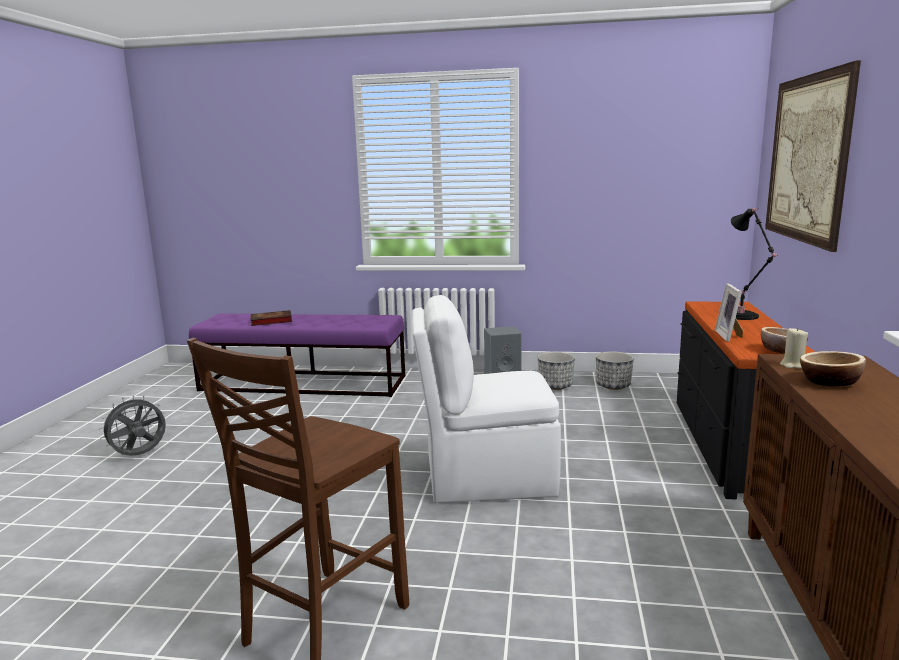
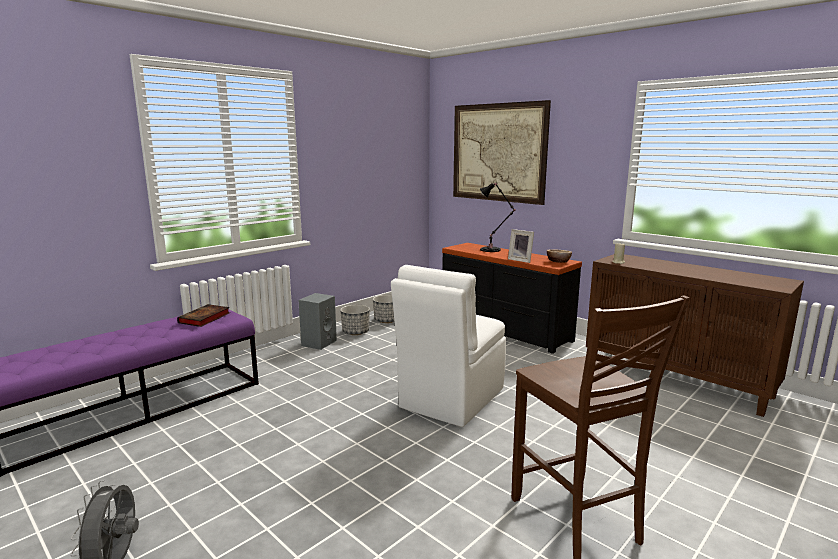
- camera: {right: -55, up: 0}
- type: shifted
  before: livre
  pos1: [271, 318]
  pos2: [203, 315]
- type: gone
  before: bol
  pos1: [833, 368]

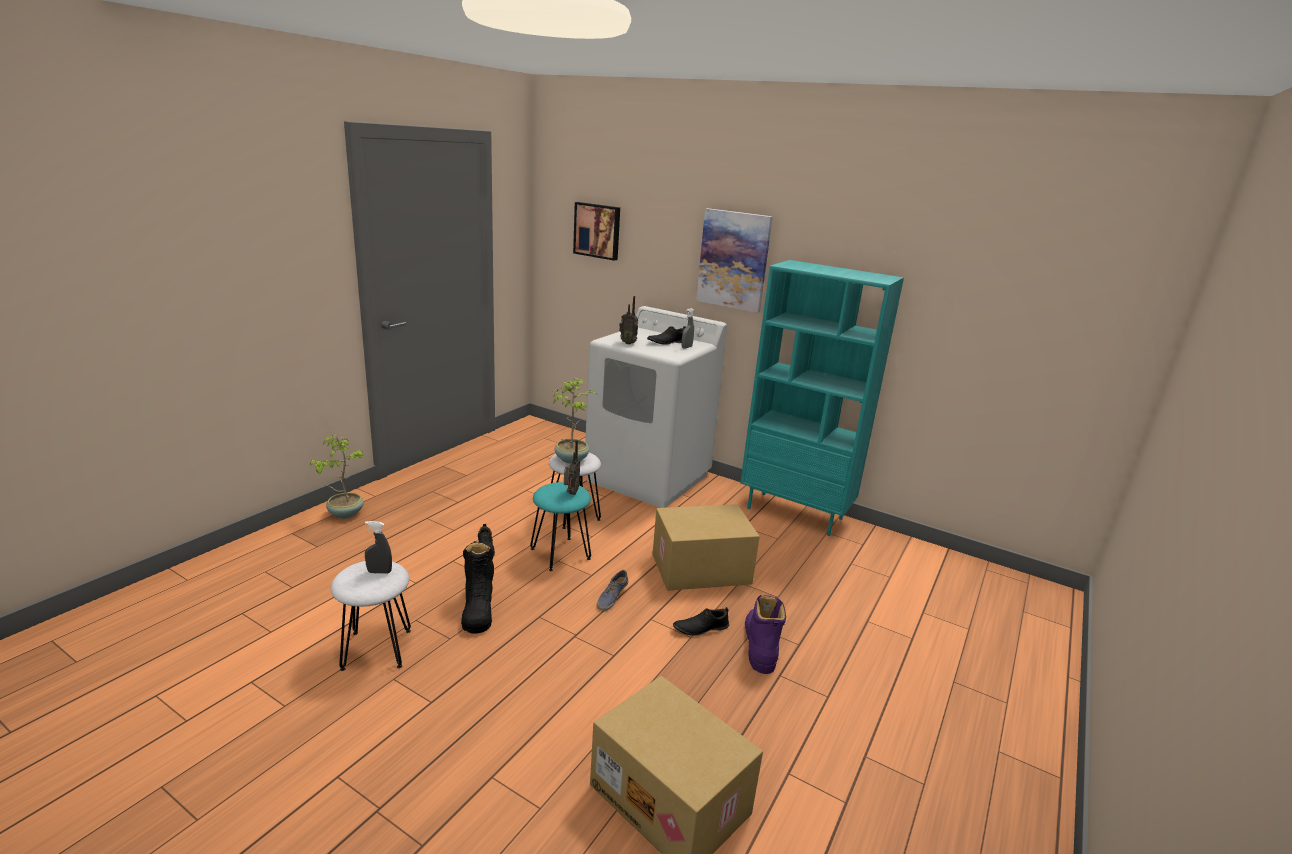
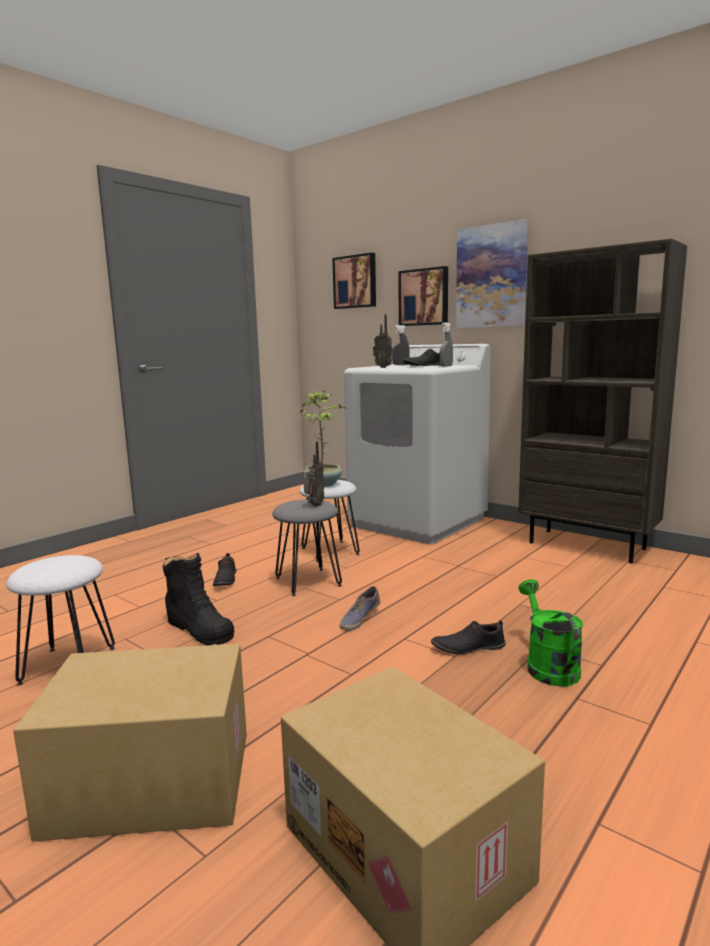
- camera: {right: 10, up: -10}
- type: gone
  before: plante en pot
  pos1: [337, 477]
- type: shifted
  before: vaporisateur [gris]
  pos1: [378, 547]
  pos2: [401, 345]
- type: rotated
  before: botte [noir]
  pos1: [477, 587]
  pos2: [198, 599]
  turn: -45
- type: repainted
  before: tabouret [turquoise]
  after: tabouret [gris]
  pos1: [560, 526]
  pos2: [307, 547]
- type: shifted
  before: carton
  pos1: [706, 547]
  pos2: [130, 742]
- type: repainted
  before: bibliothèque [turquoise]
  after: bibliothèque [marron]
  pos1: [822, 398]
  pos2: [602, 400]
- type: swapped
  before: botte [violet]
  after: arrosoir [vert]
  pos1: [765, 634]
  pos2: [551, 633]
- type: new
  after: tableau
  pos2: [423, 296]

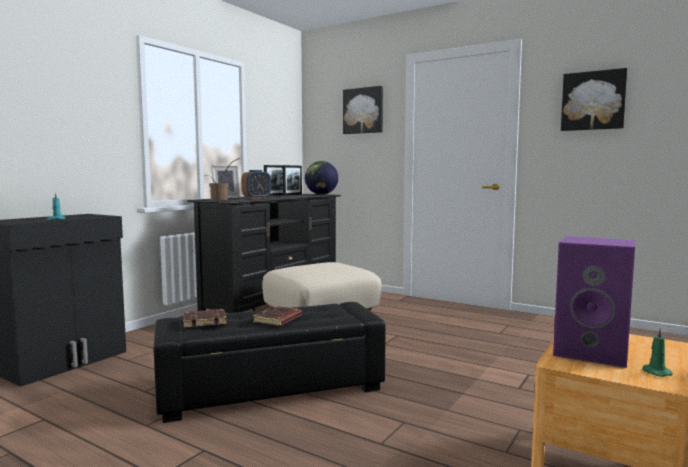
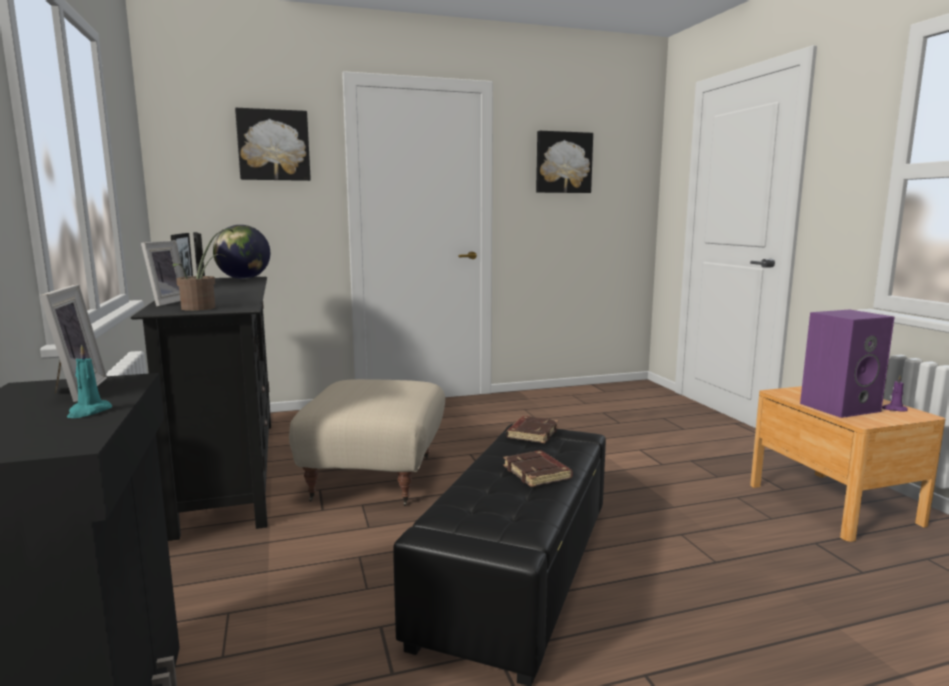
- camera: {right: -50, up: 5}
- type: shifted
  before: livre [marron]
  pos1: [205, 318]
  pos2: [532, 429]
- type: gone
  before: réveil
  pos1: [256, 184]
- type: repainted
  before: bougie [vert]
  after: bougie [violet]
  pos1: [657, 352]
  pos2: [895, 393]
- type: new
  after: cadre photo
  pos2: [73, 343]

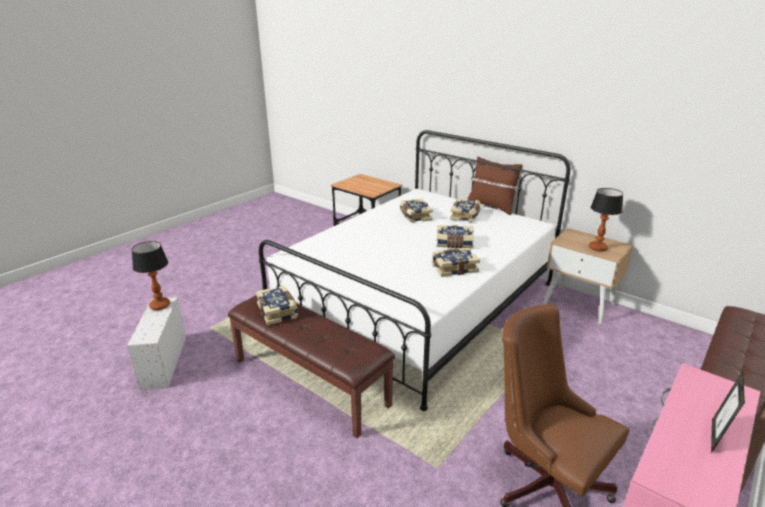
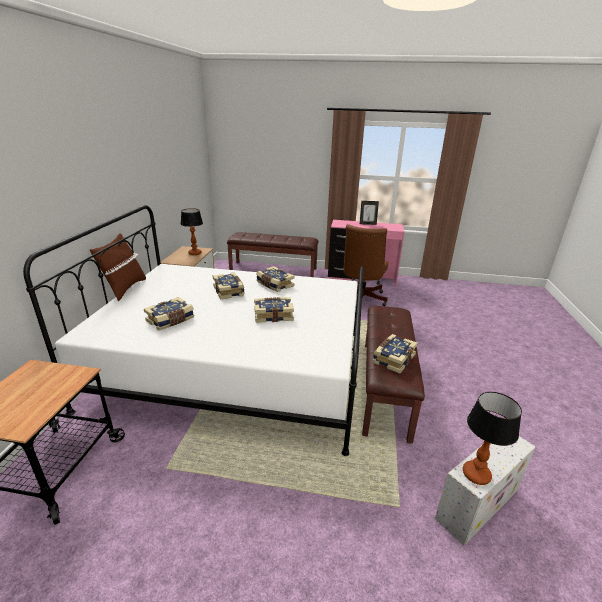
- camera: {right: -120, up: 0}
- type: shifted
  before: livre
  pos1: [465, 210]
  pos2: [274, 310]

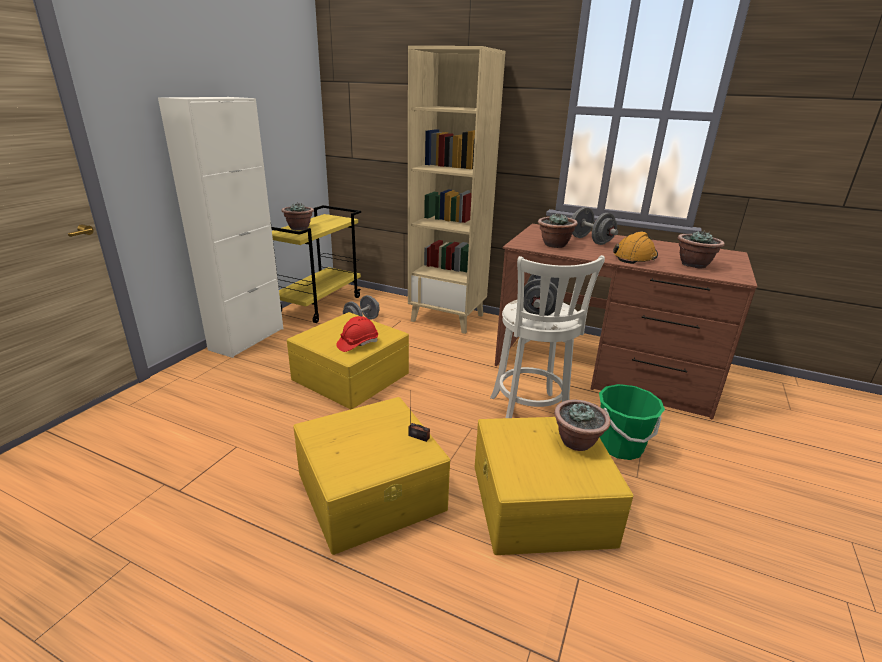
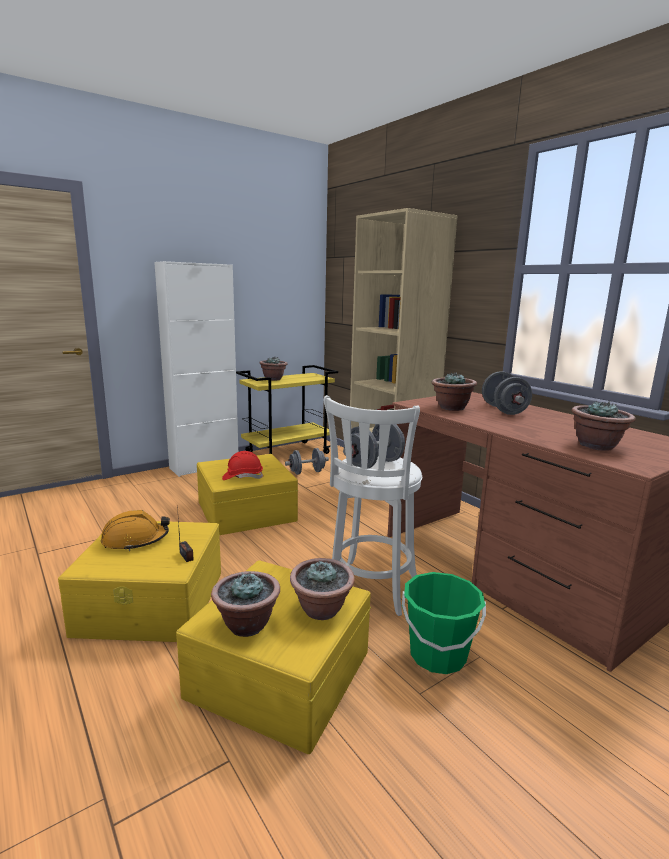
- camera: {right: 30, up: -10}
- type: shifted
  before: casque de chantier [orange]
  pos1: [635, 247]
  pos2: [135, 530]
- type: new
  after: plante en pot
  pos2: [245, 604]

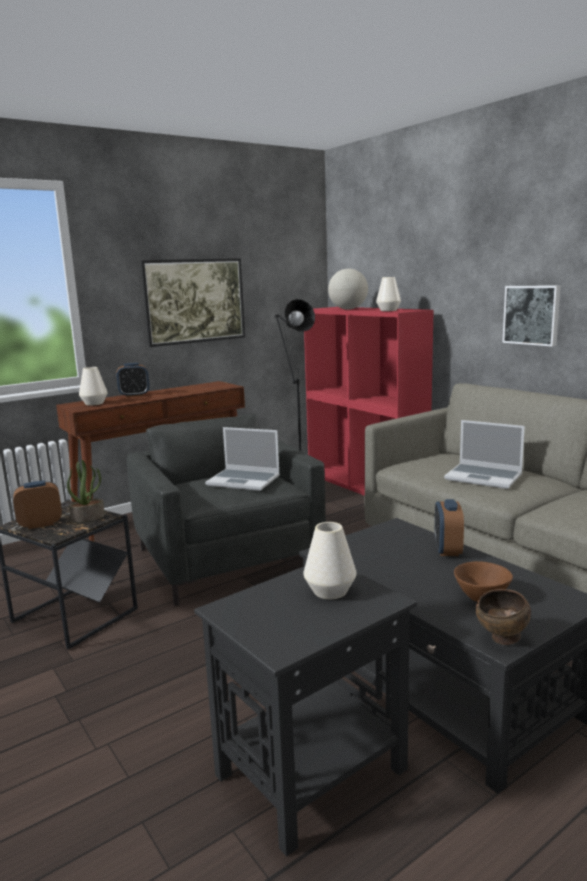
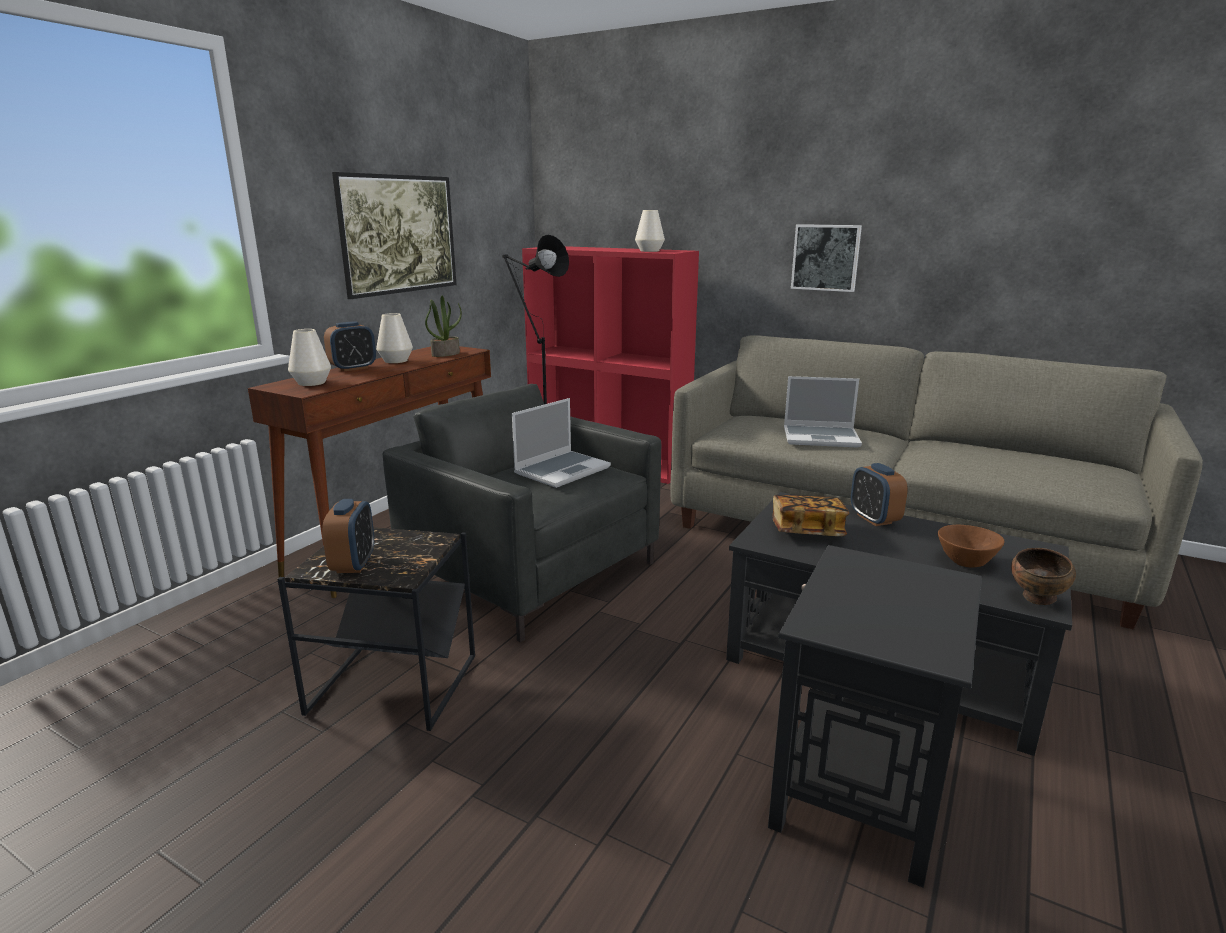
- camera: {right: -25, up: 5}
- type: rotated
  before: réveil
  pos1: [37, 505]
  pos2: [348, 536]
  turn: 135
- type: shifted
  before: plante en pot
  pos1: [86, 491]
  pos2: [443, 326]
- type: rotated
  before: ordinateur portable
  pos1: [242, 459]
  pos2: [561, 443]
  turn: -45
- type: shifted
  before: vase [blanc]
  pos1: [330, 560]
  pos2: [394, 338]
- type: gone
  before: globe
  pos1: [348, 289]
- type: new
  after: livre
  pos2: [811, 515]

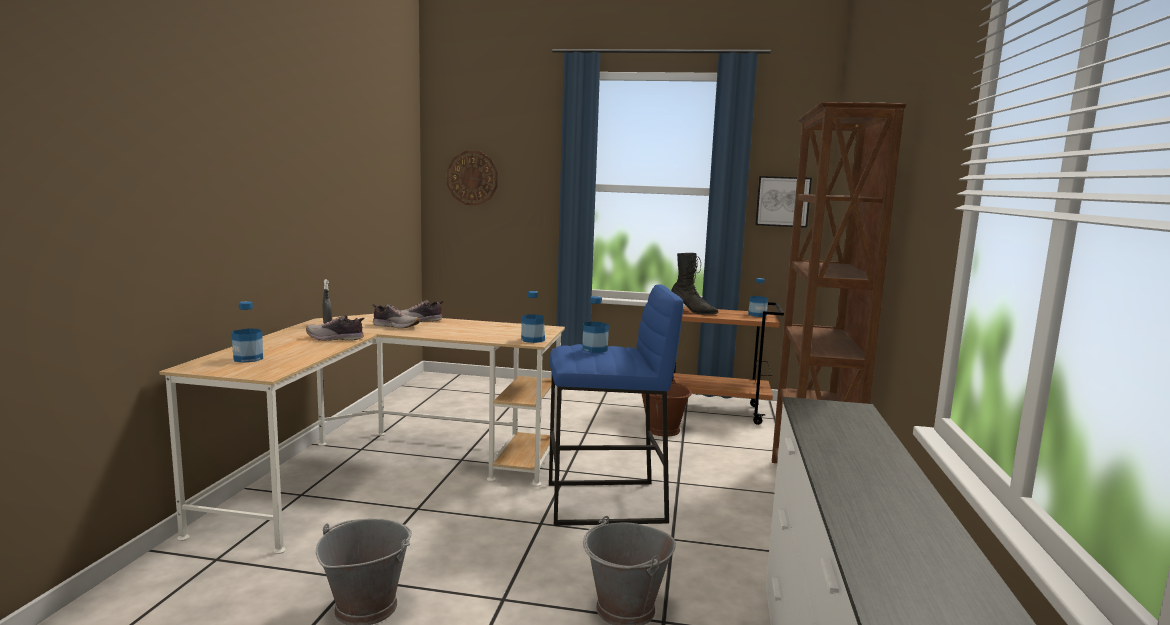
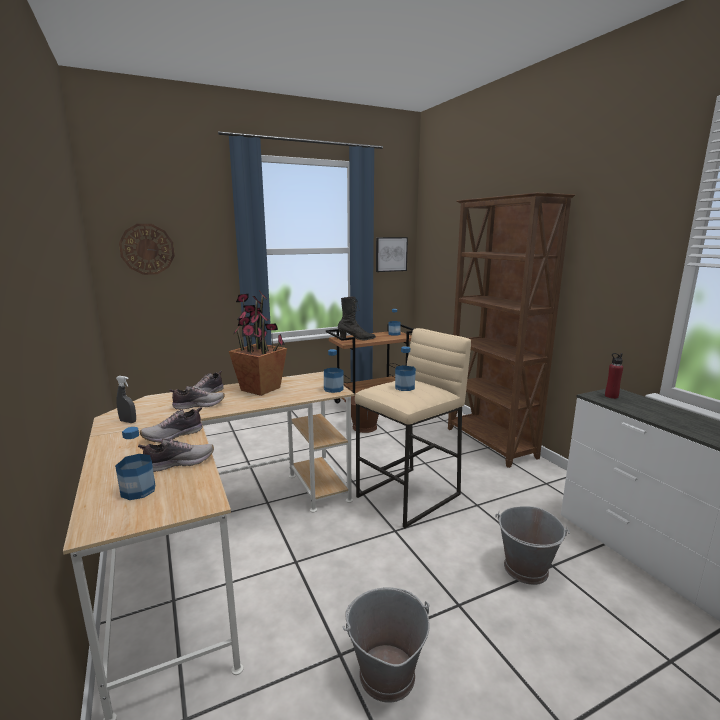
- camera: {right: -35, up: 5}
- type: repainted
  before: tabouret [bleu]
  after: tabouret [beige]
  pos1: [616, 405]
  pos2: [413, 428]
- type: new
  after: chaussure
  pos2: [176, 455]
- type: new
  after: plante en pot
  pos2: [258, 343]
- type: new
  after: bouteille [rouge]
  pos2: [614, 376]

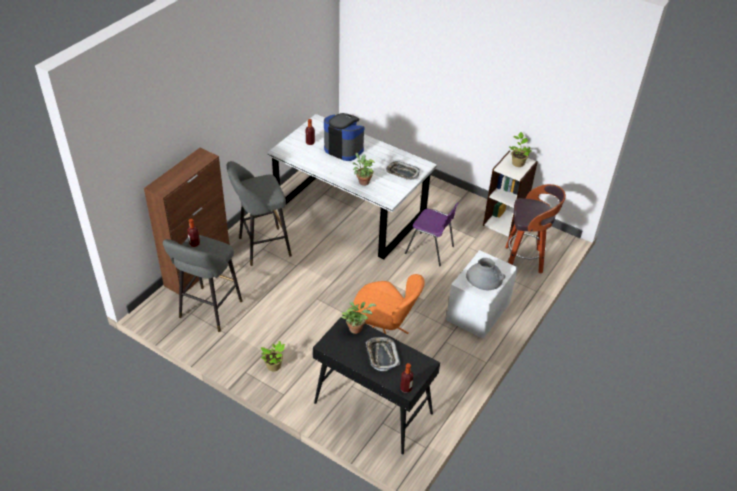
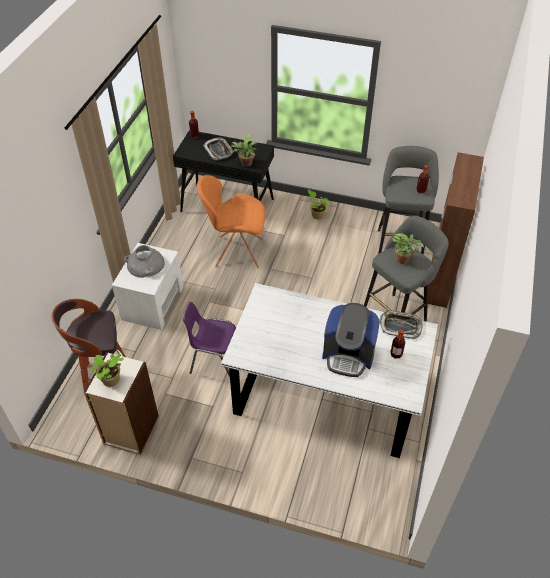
- camera: {right: 165, up: 5}
- type: shifted
  before: plante en pot
  pos1: [364, 169]
  pos2: [408, 248]
- type: shifted
  before: plateau
  pos1: [403, 170]
  pos2: [401, 324]

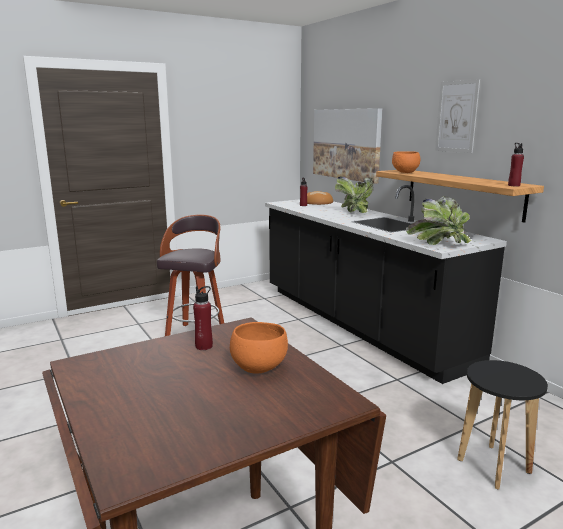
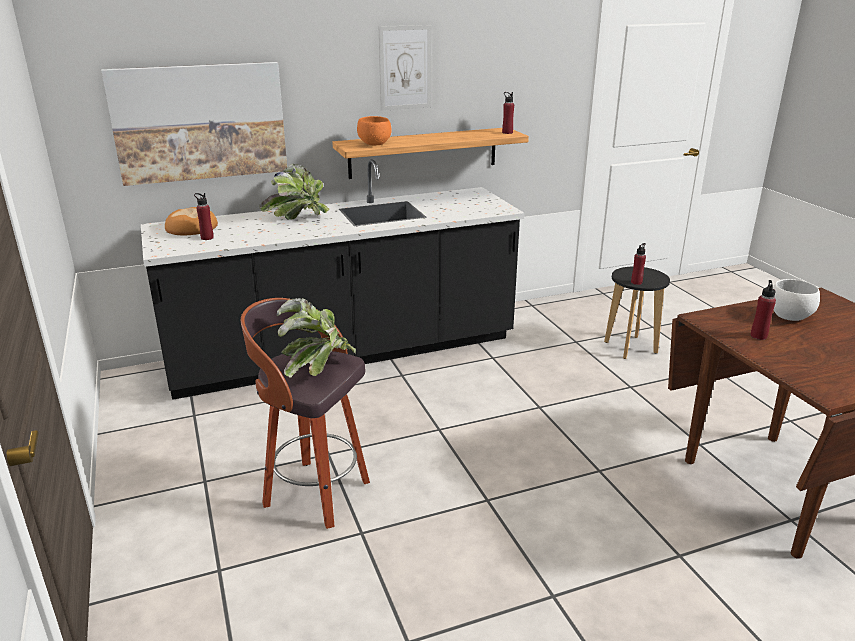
- camera: {right: -80, up: 10}
- type: repainted
  before: bol [orange]
  after: bol [blanc]
  pos1: [259, 348]
  pos2: [796, 300]
- type: shifted
  before: plante en pot
  pos1: [438, 220]
  pos2: [316, 337]
- type: new
  after: bouteille [rouge]
  pos2: [638, 264]

